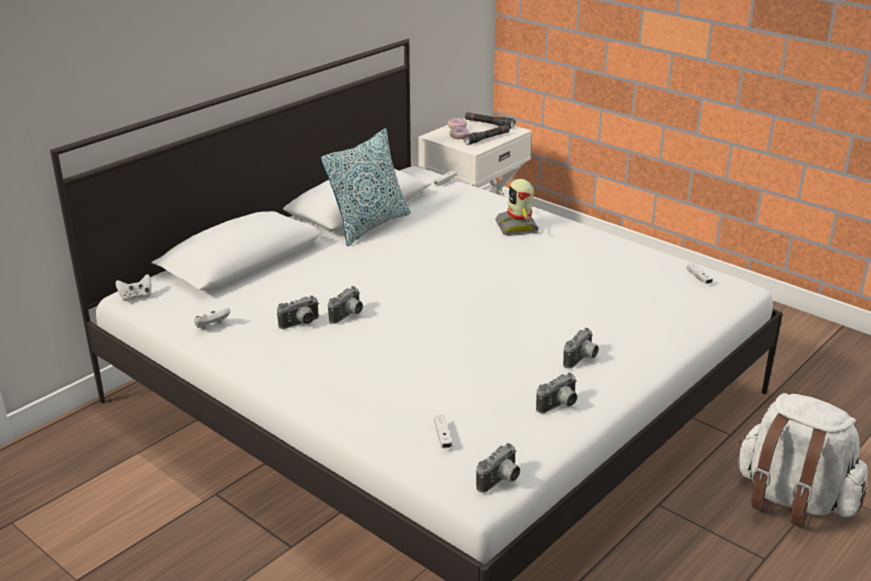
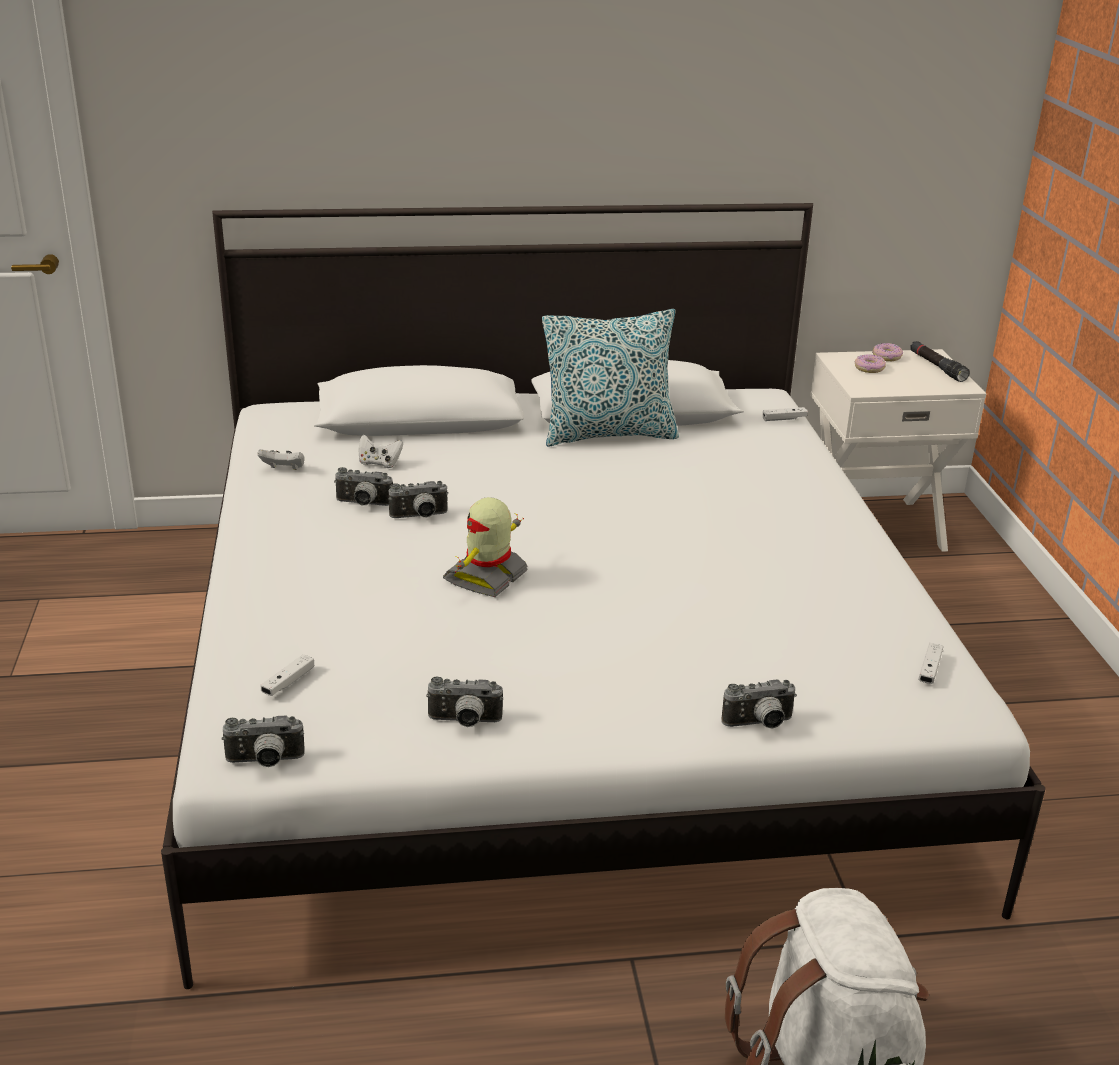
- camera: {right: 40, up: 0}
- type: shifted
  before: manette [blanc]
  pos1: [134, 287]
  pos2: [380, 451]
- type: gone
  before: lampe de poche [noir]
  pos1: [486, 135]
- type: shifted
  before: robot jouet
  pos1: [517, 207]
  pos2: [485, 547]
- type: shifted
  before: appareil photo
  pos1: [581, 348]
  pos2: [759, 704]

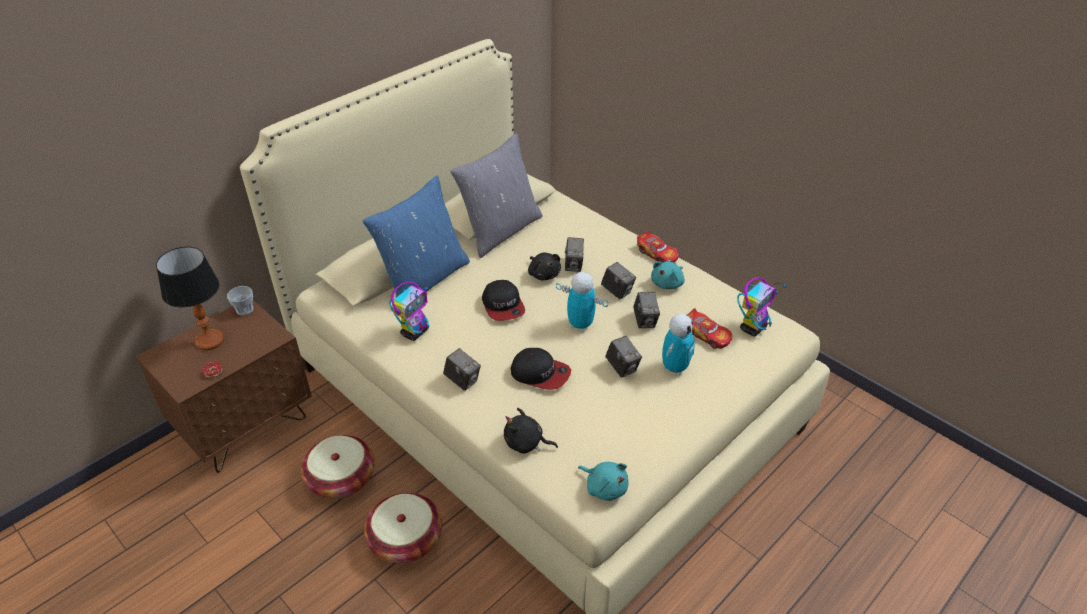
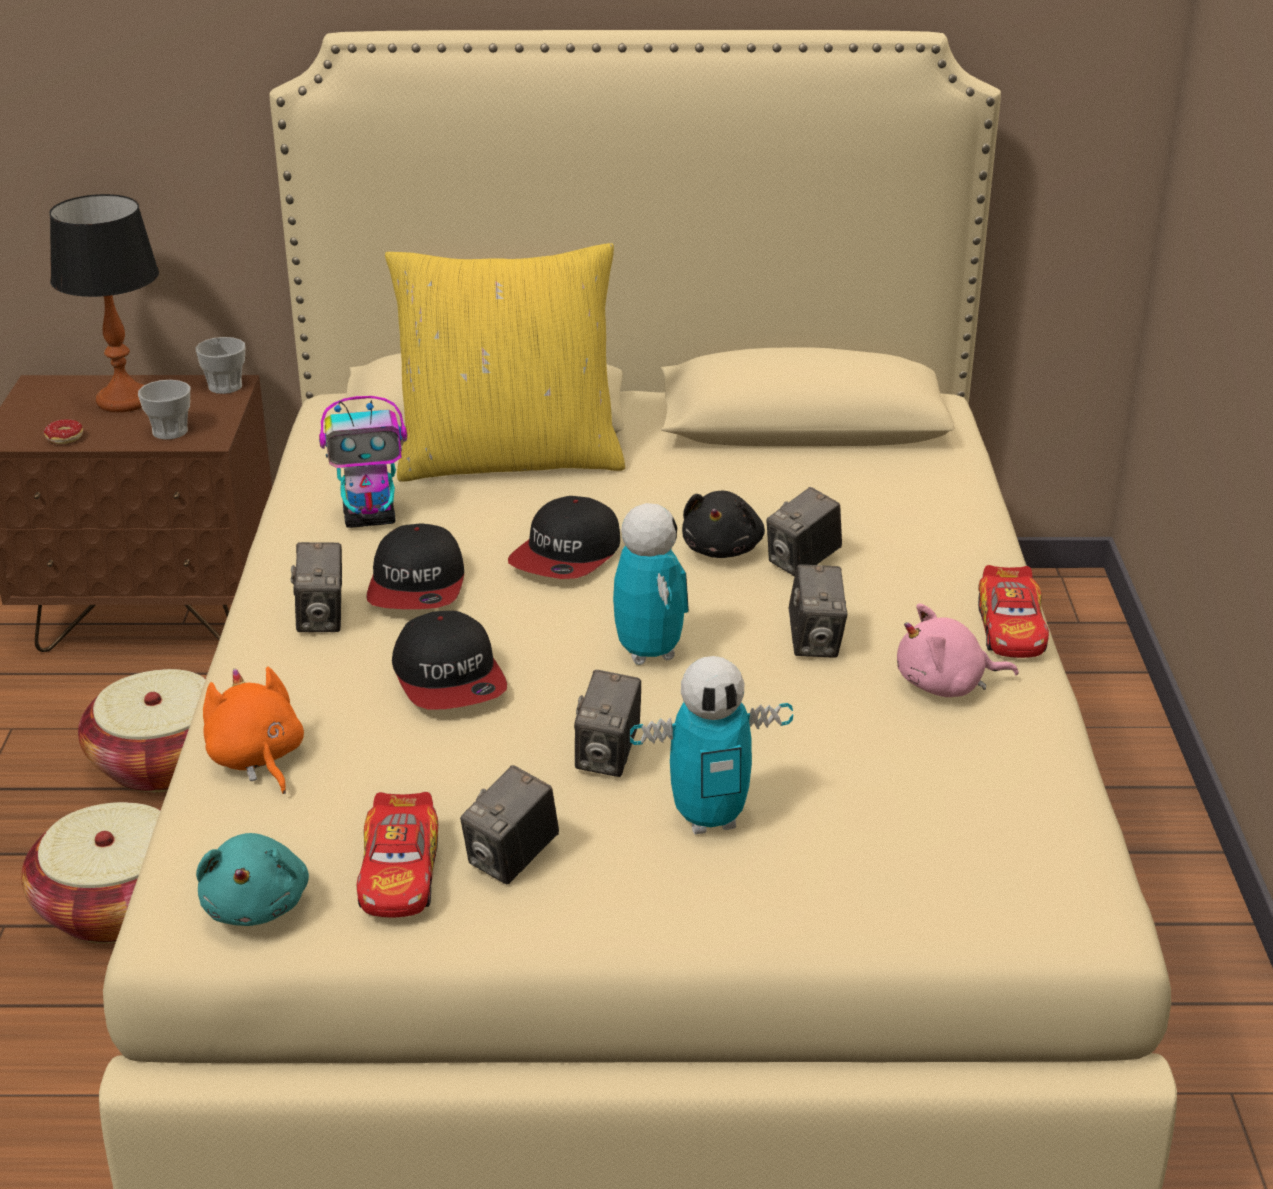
- camera: {right: 45, up: -10}
- type: repainted
  before: coussin [bleu]
  after: coussin [jaune]
  pos1: [416, 236]
  pos2: [505, 362]
- type: gone
  before: coussin [gris]
  pos1: [496, 195]
- type: repainted
  before: peluche [noir]
  after: peluche [orange]
  pos1: [531, 430]
  pos2: [253, 730]
- type: shifted
  before: appareil photo
  pos1: [646, 310]
  pos2: [509, 825]
- type: repainted
  before: peluche [turquoise]
  after: peluche [rose]
  pos1: [668, 275]
  pos2: [958, 650]
- type: shifted
  before: petite voiture
  pos1: [709, 328]
  pos2: [397, 855]
- type: gone
  before: robot jouet
  pos1: [761, 306]
- type: new
  after: tasse
  pos2: [164, 410]
- type: new
  after: casquette
  pos2: [415, 566]

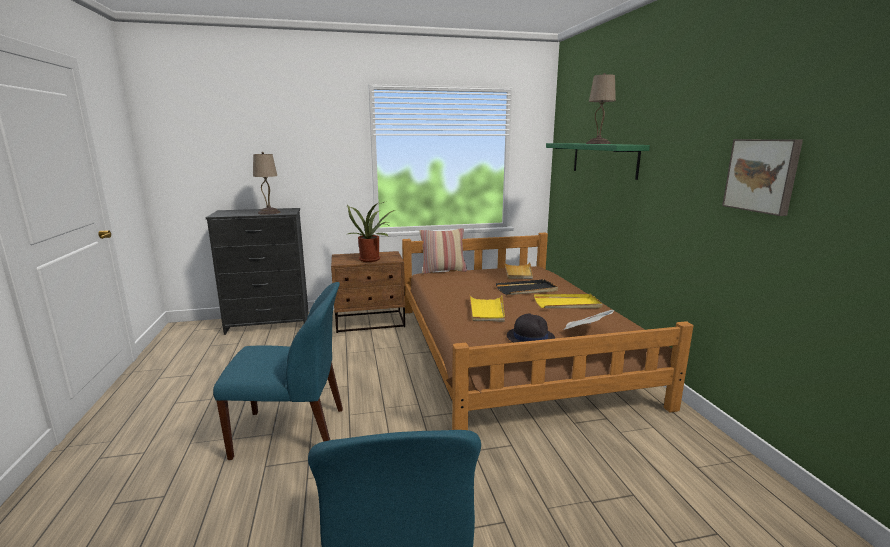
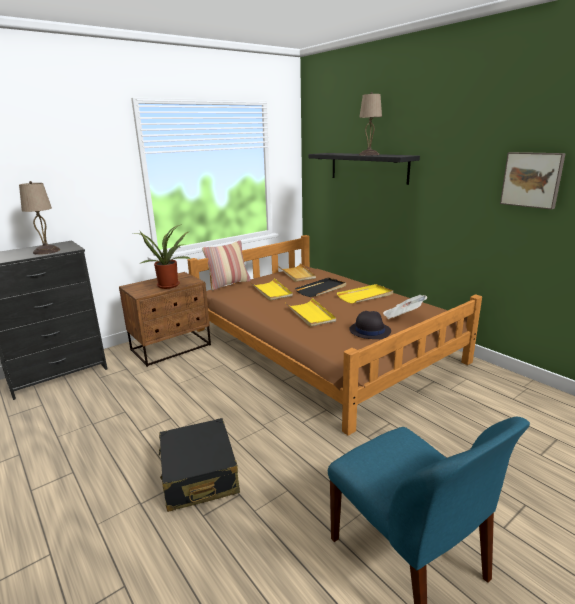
- camera: {right: -25, up: 5}
- type: swapped
  before: chaise [bleu]
  after: valise [noir]
  pos1: [278, 371]
  pos2: [199, 465]
- type: repainted
  before: étagère [vert]
  after: étagère [noir]
  pos1: [598, 161]
  pos2: [364, 169]
- type: new
  after: plateau [jaune]
  pos2: [271, 289]

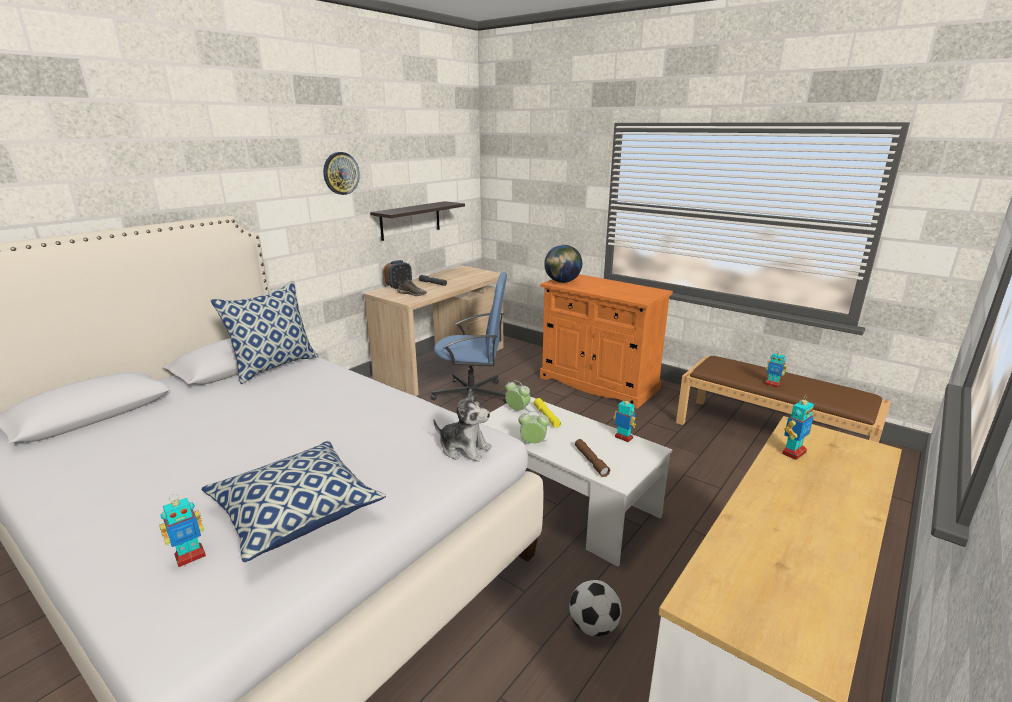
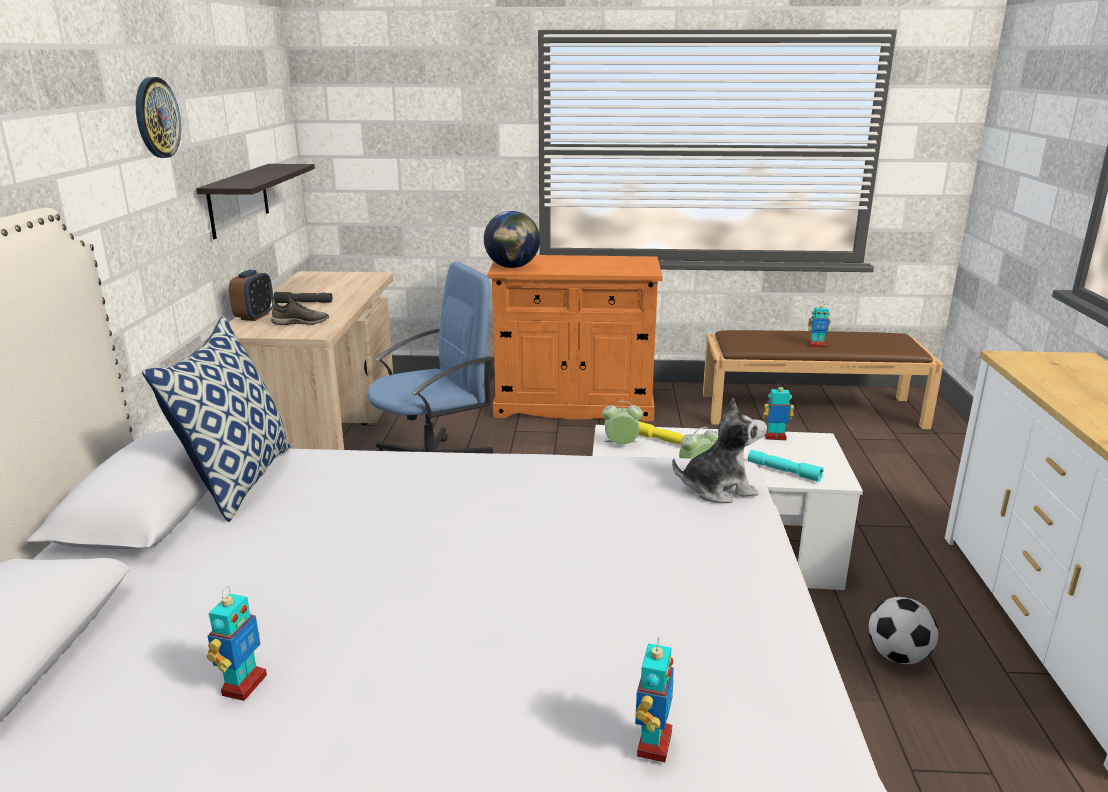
- camera: {right: -35, up: 0}
- type: gone
  before: coussin
  pos1: [293, 501]
- type: repainted
  before: lampe de poche [marron]
  after: lampe de poche [turquoise]
  pos1: [593, 458]
  pos2: [786, 466]
- type: shifted
  before: robot jouet
  pos1: [798, 427]
  pos2: [237, 644]

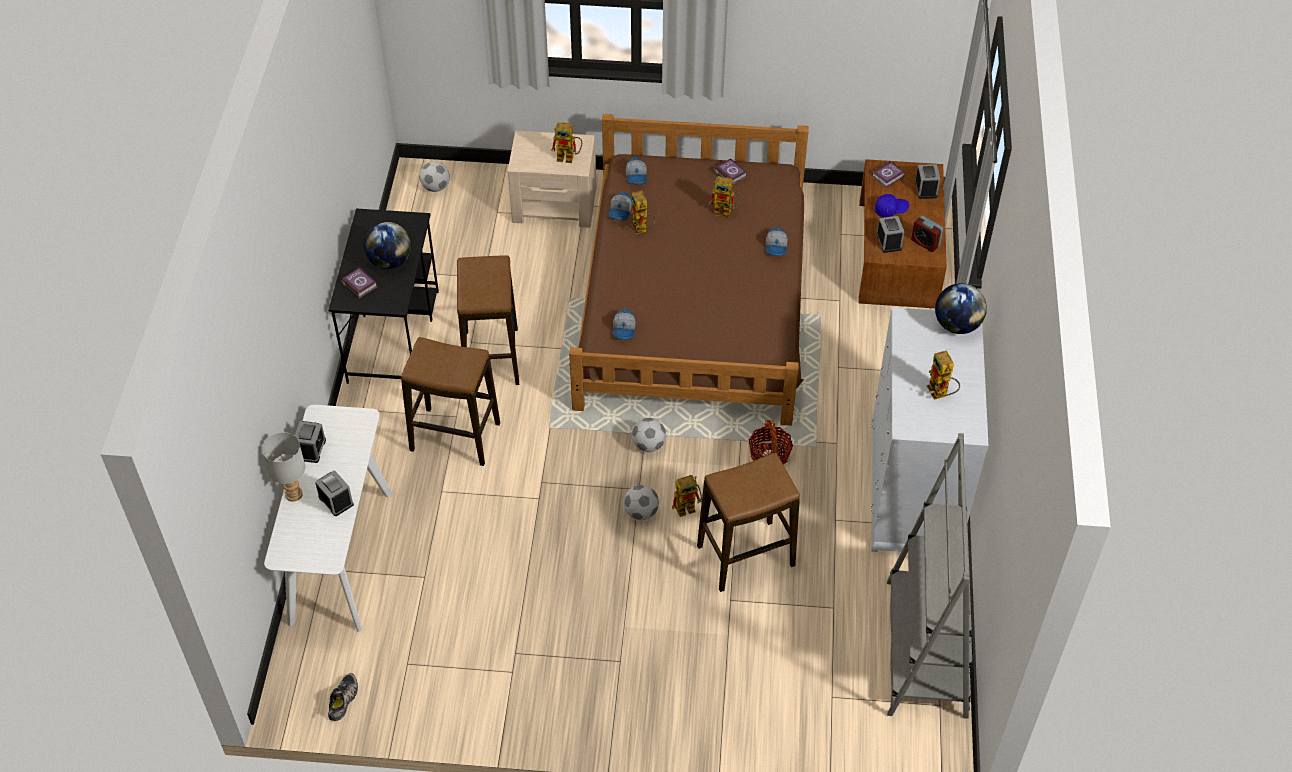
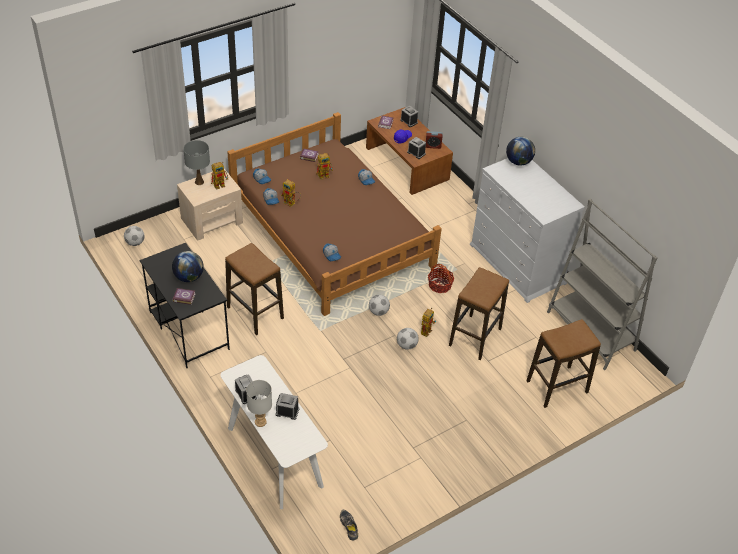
- camera: {right: -40, up: -5}
- type: shifted
  before: tabouret
  pos1: [450, 401]
  pos2: [563, 363]
- type: gone
  before: robot jouet
  pos1: [943, 375]
- type: new
  after: lampe de table [gris]
  pos2: [196, 162]

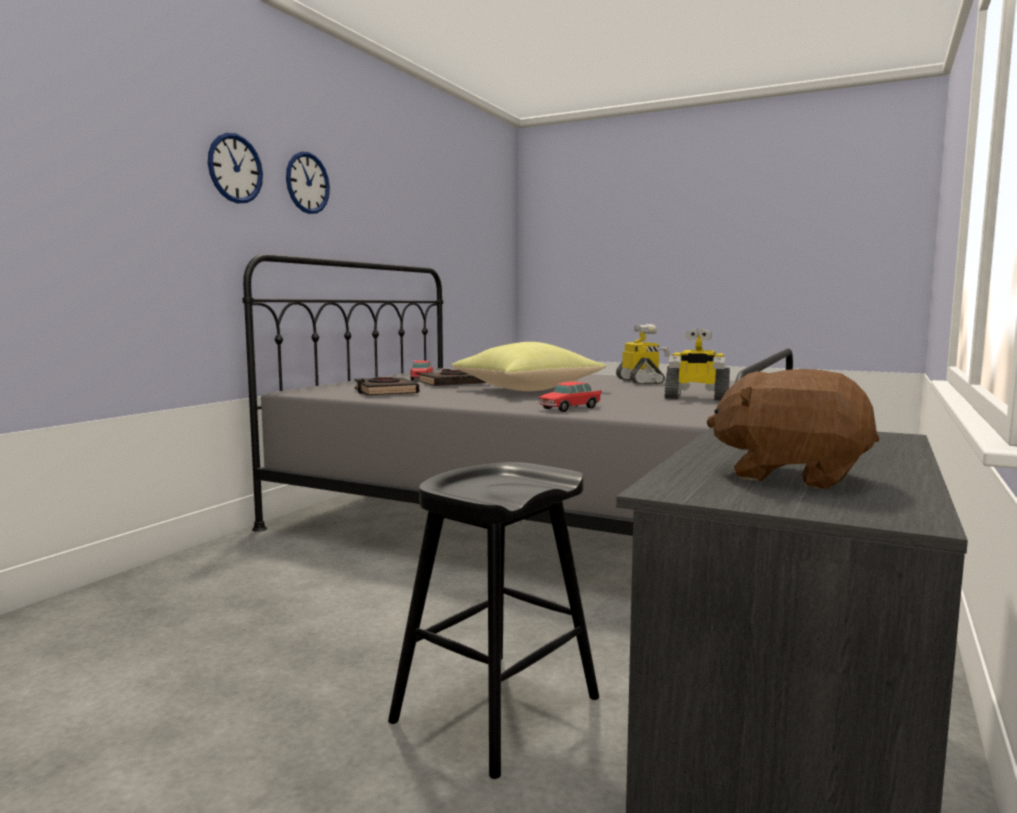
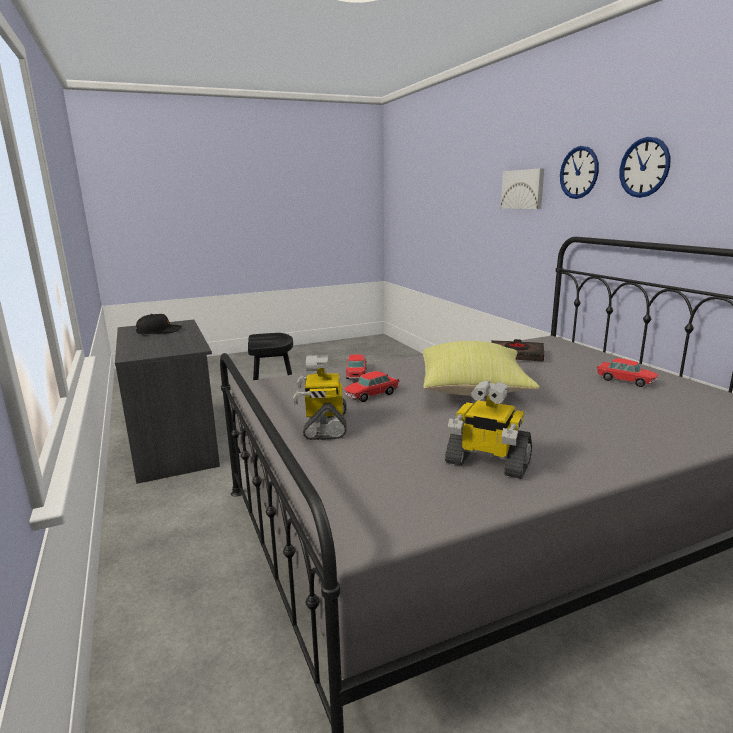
- camera: {right: 130, up: 10}
- type: gone
  before: livre [noir]
  pos1: [452, 377]
- type: rotated
  before: robot jouet
  pos1: [697, 364]
  pos2: [320, 397]
  turn: -60
- type: swapped
  before: peluche [marron]
  after: casquette [noir]
  pos1: [792, 429]
  pos2: [159, 324]
- type: new
  after: petite voiture
  pos2: [371, 386]
- type: new
  after: tableau
  pos2: [522, 188]

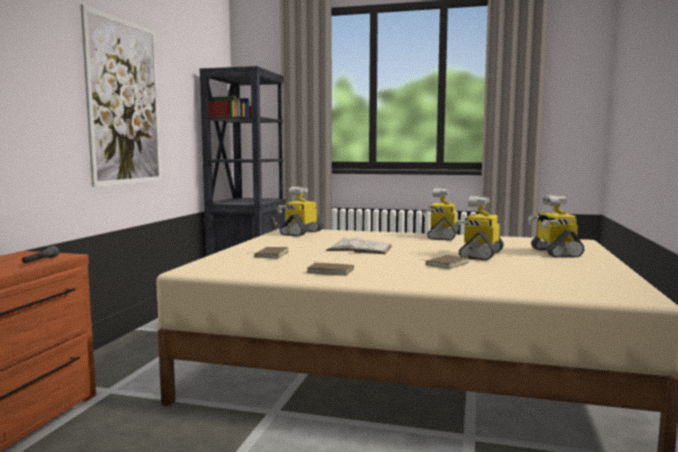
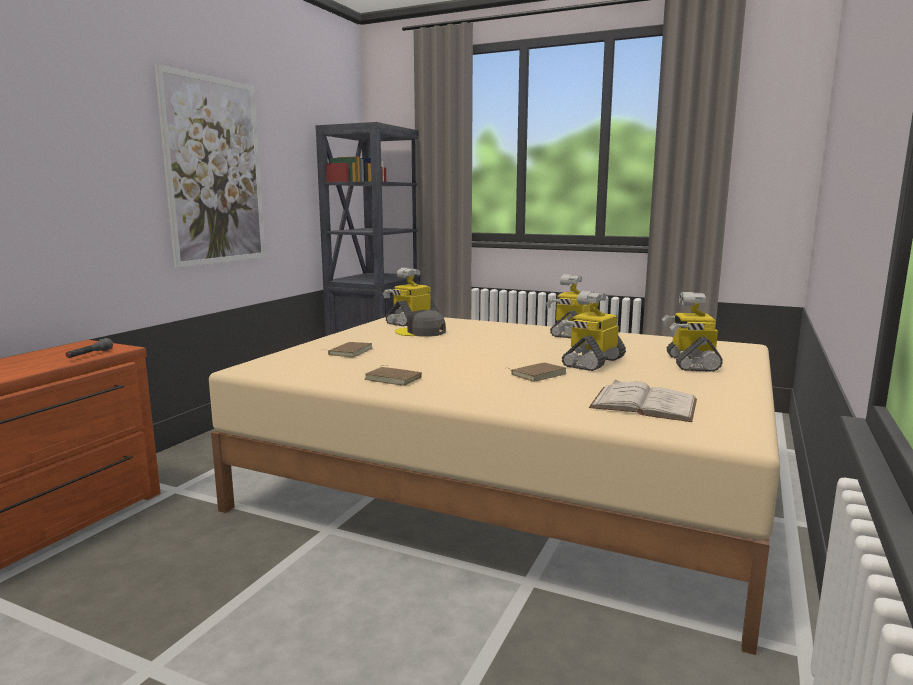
- camera: {right: 10, up: 5}
- type: shifted
  before: livre [blanc]
  pos1: [358, 245]
  pos2: [643, 401]
- type: new
  after: casquette [gris]
  pos2: [420, 323]

